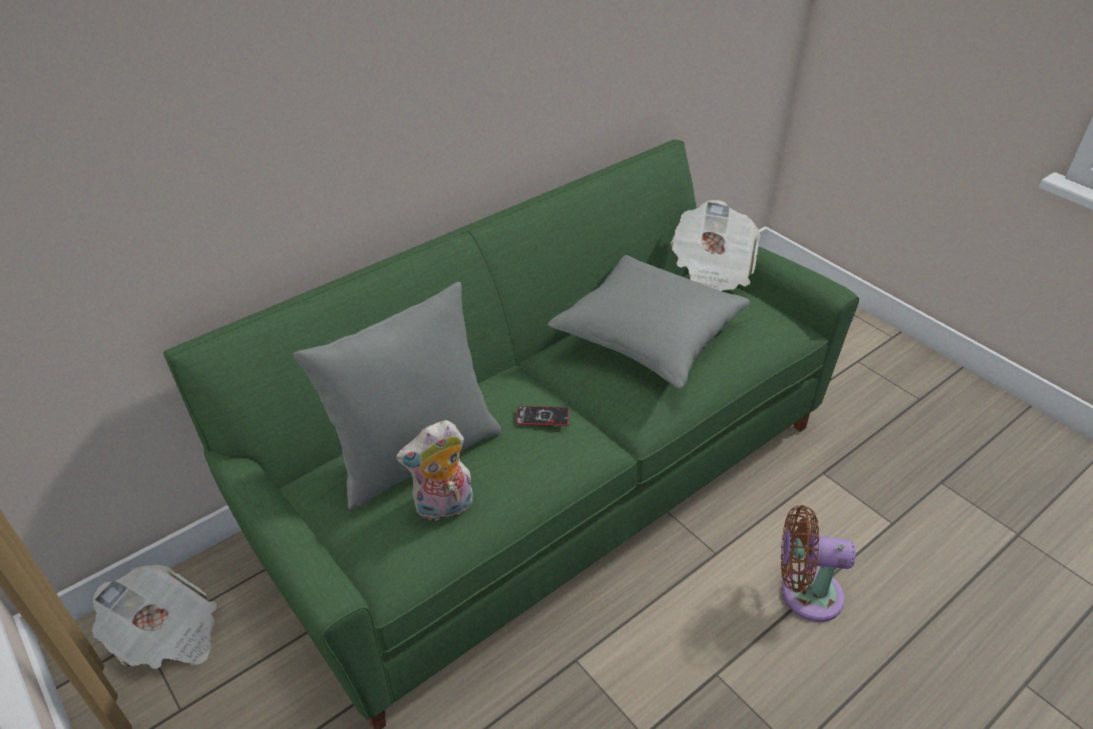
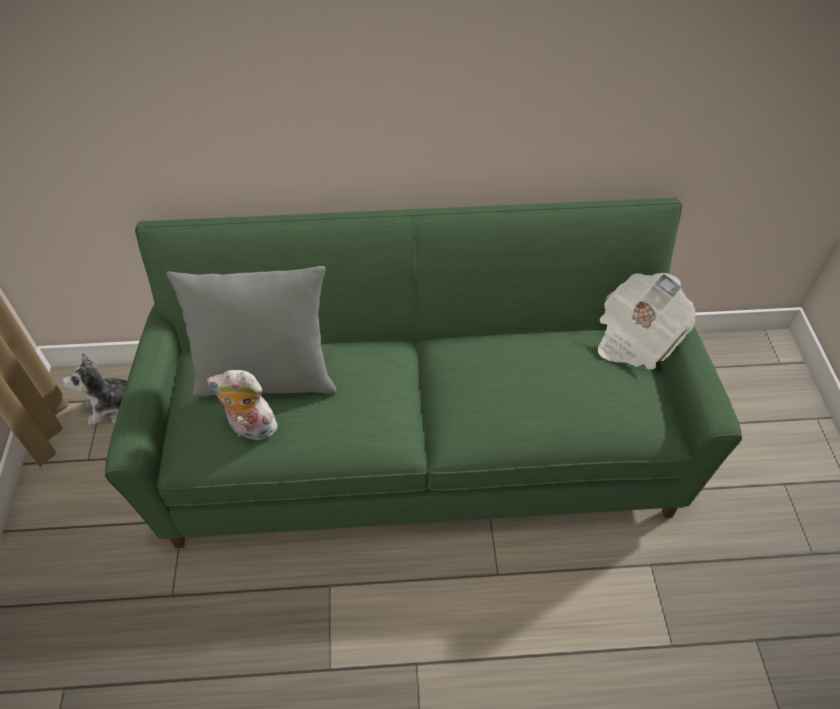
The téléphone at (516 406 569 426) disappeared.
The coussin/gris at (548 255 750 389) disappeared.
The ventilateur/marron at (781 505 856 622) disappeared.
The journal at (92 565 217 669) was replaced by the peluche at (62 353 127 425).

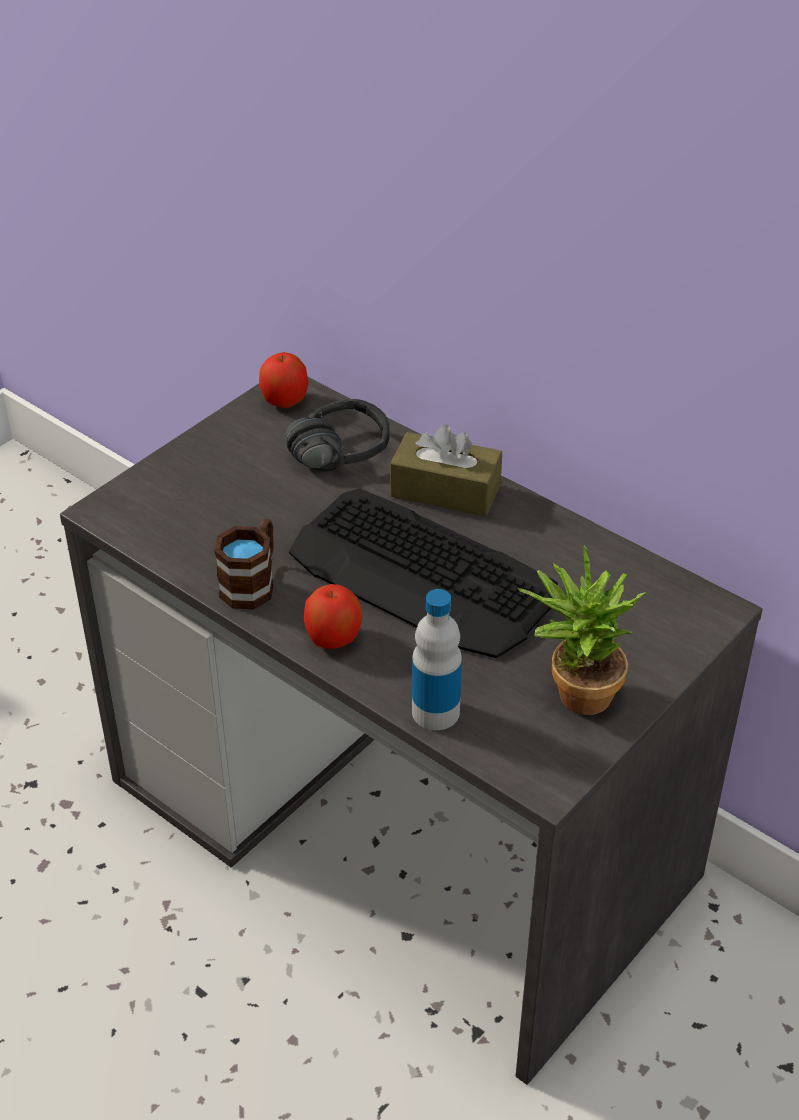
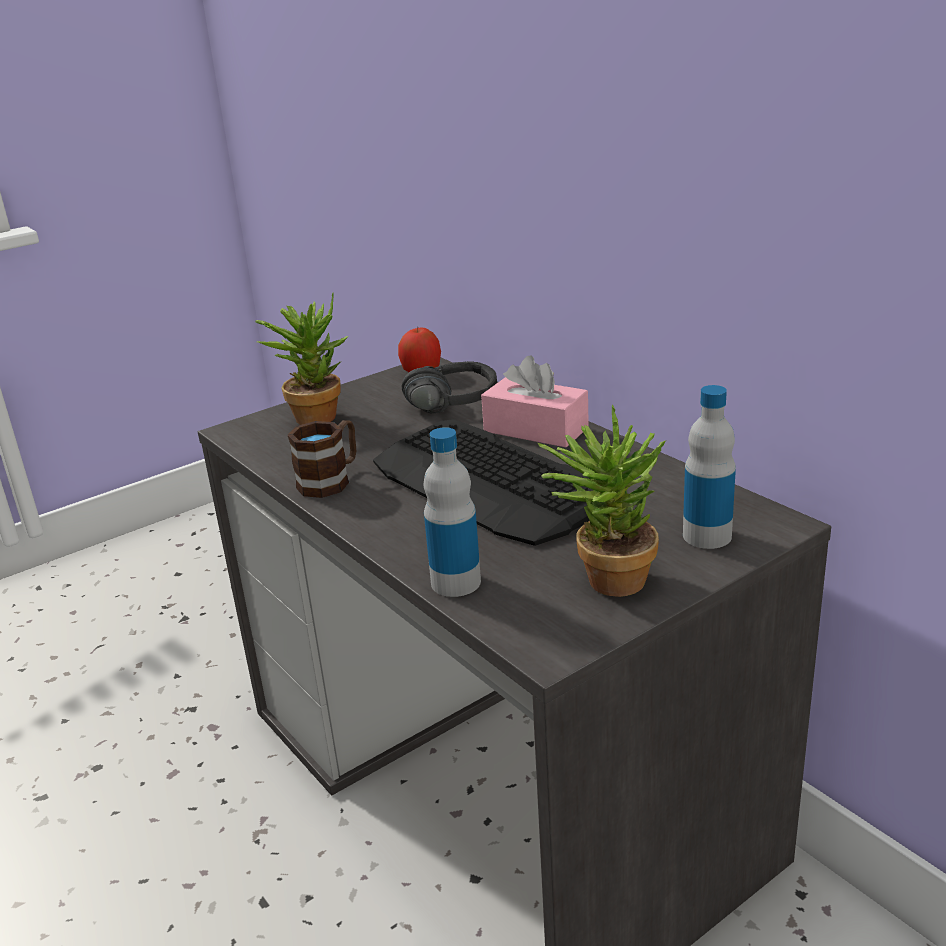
The pomme at (304 584 362 649) disappeared.
The plante en pot at (255 293 348 425) appeared.
The bouteille at (683 385 736 549) appeared.
The boîte à mouchoirs/marron at (390 424 502 516) became the boîte à mouchoirs/rose at (481 356 589 447).

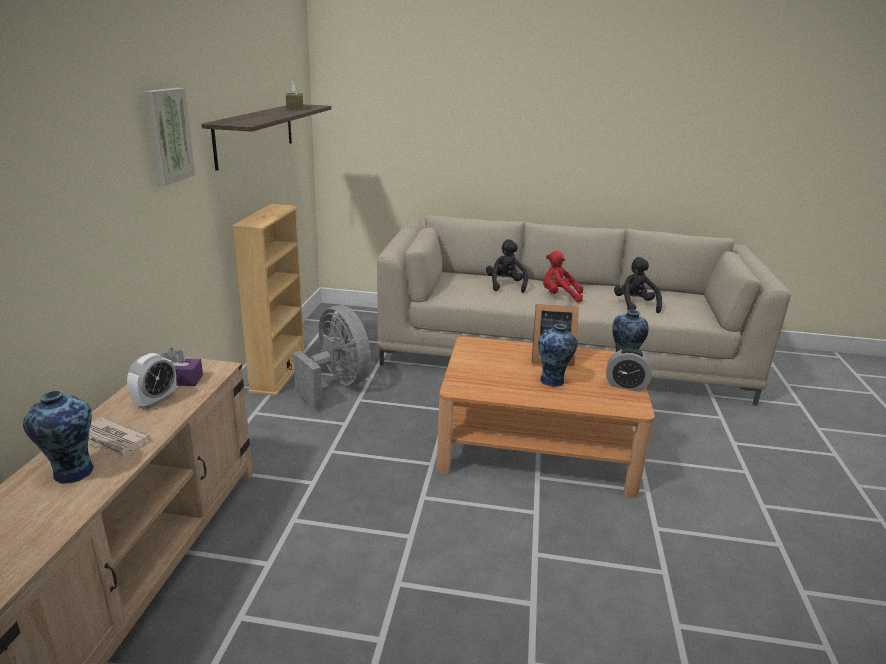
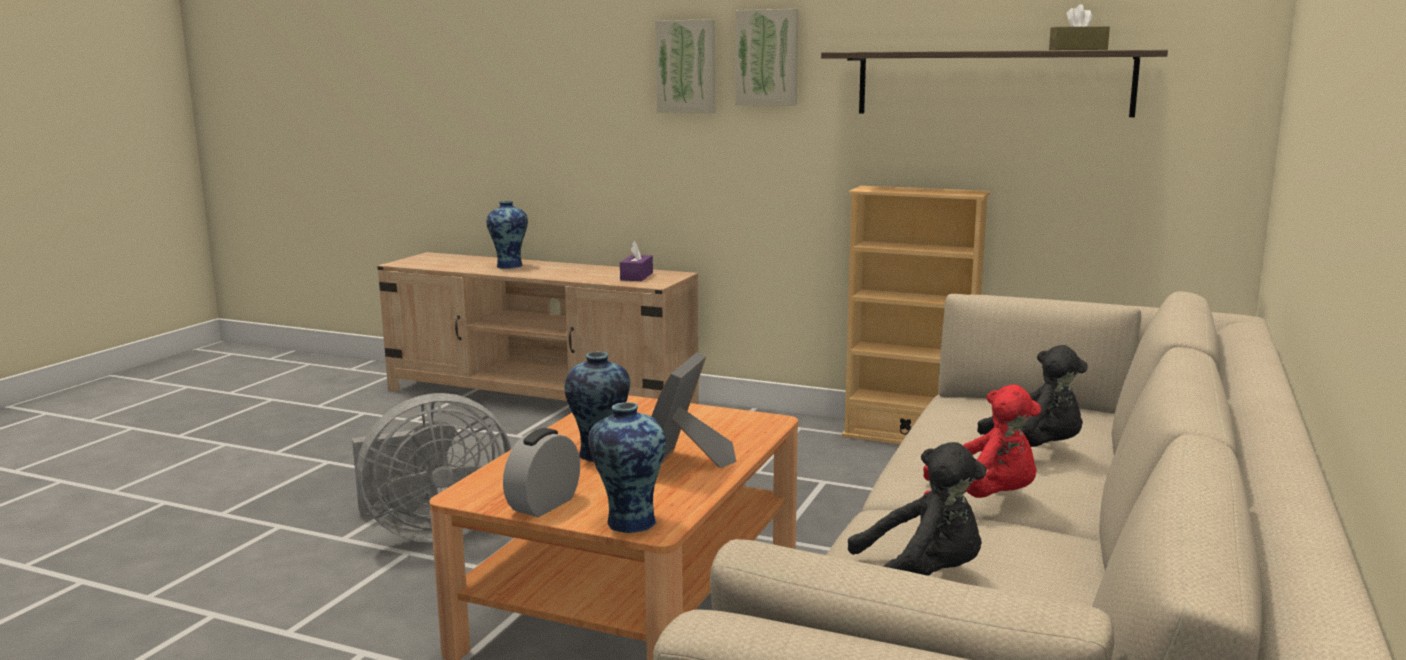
The journal at (88 417 150 458) disappeared.
The réveil at (127 353 176 409) disappeared.
The tableau at (655 19 715 113) appeared.
The ventilateur/gris moved from (293 305 371 410) to (352 393 511 543).
The peluche/rouge at (543 251 583 302) turned 75 degrees clockwise.

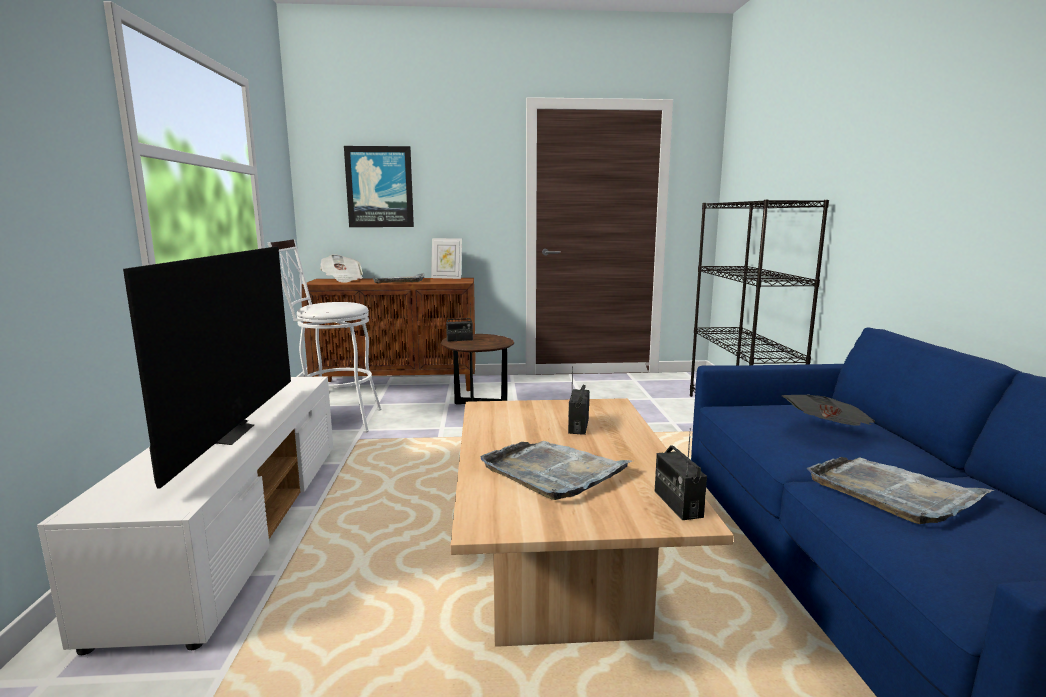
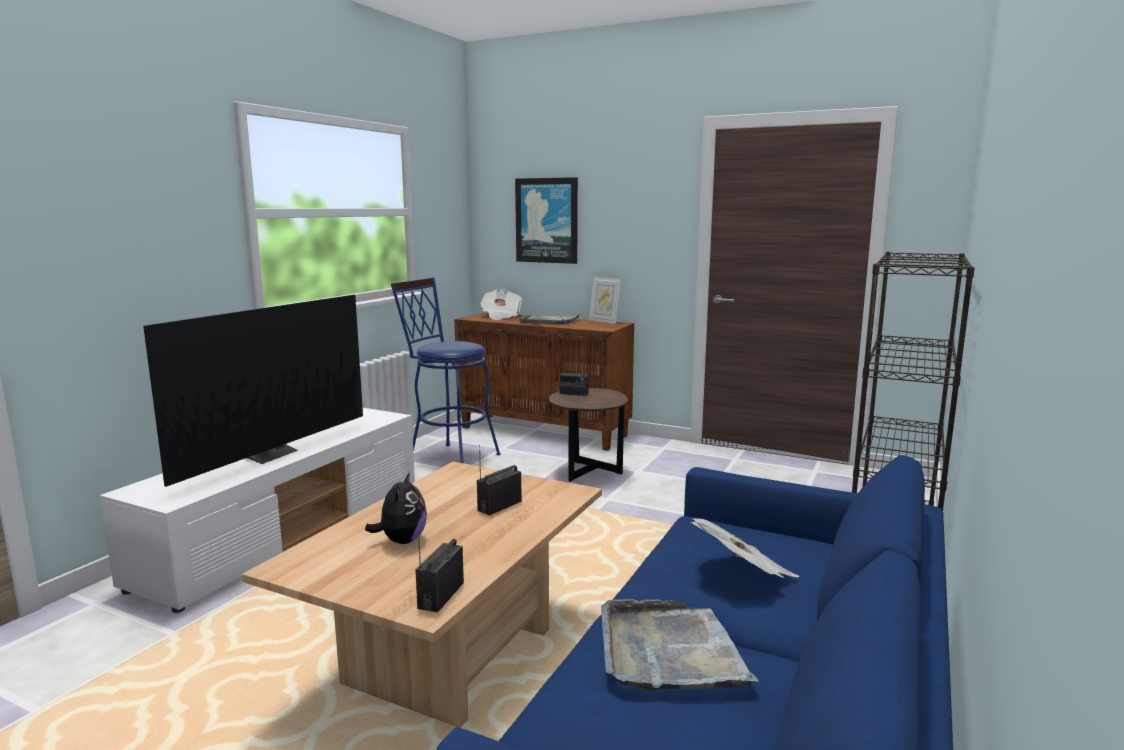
The plateau/gris at (480 441 633 500) was replaced by the peluche at (365 472 427 544).
The tabouret/blanc at (268 239 382 433) became the tabouret/bleu at (391 278 501 463).

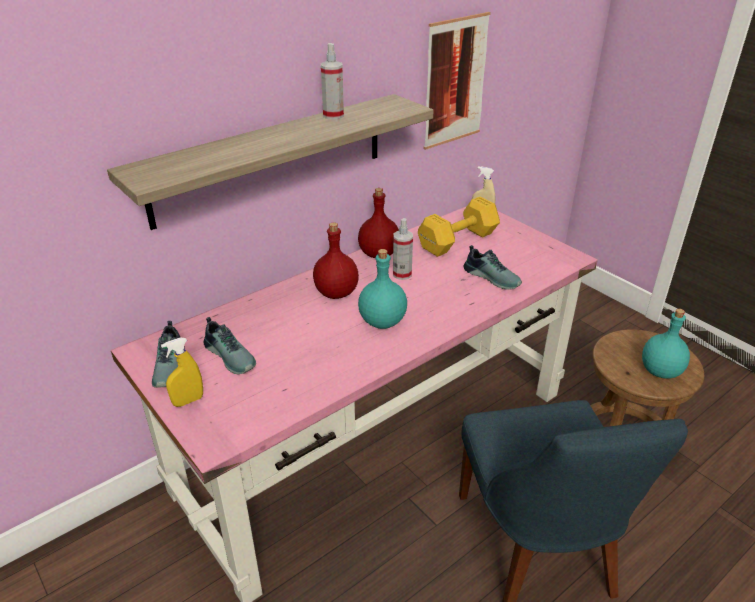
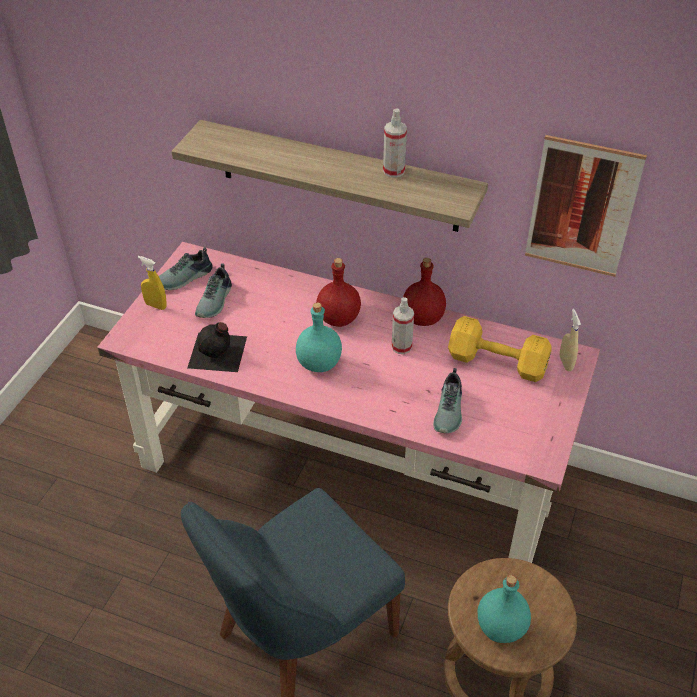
The bouteille/noir at (187 322 247 372) appeared.

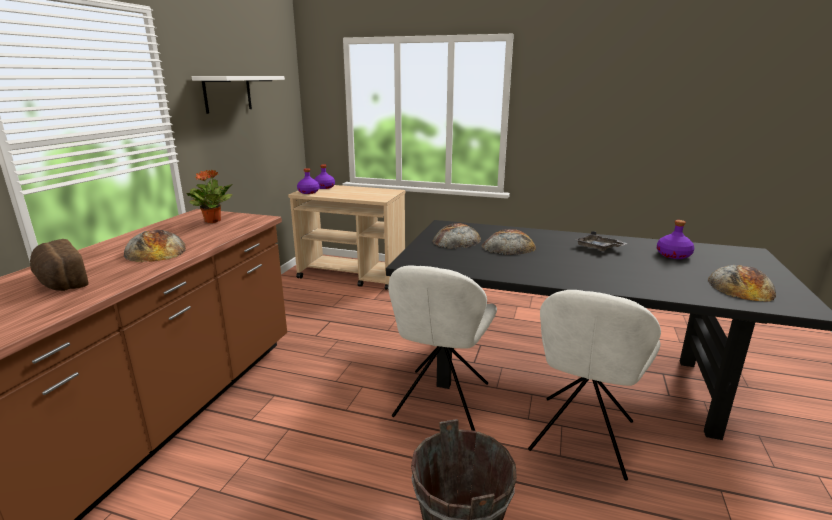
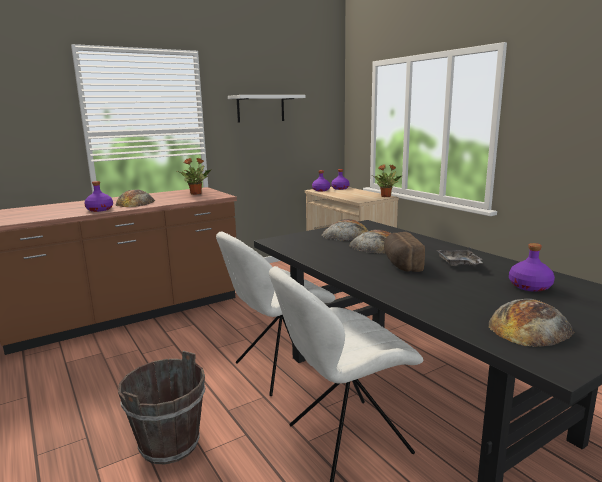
The bouteille/violet at (84 181 113 212) appeared.
The plante en pot at (373 164 402 197) appeared.
The pain moved from (30 239 88 291) to (384 232 425 272).

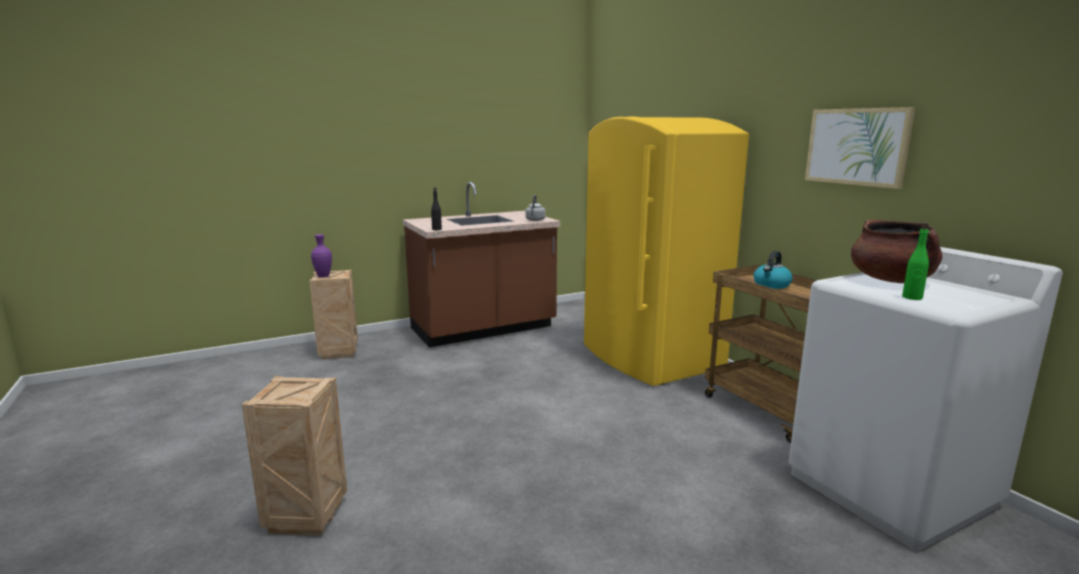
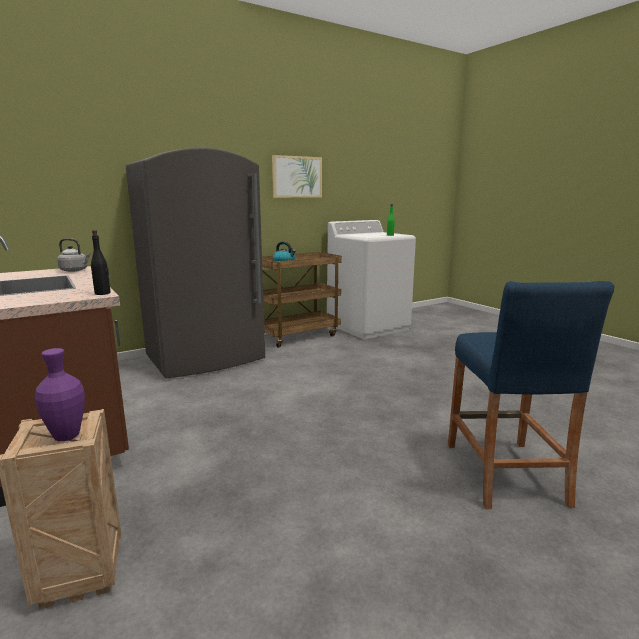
The marmite/marron at (851 219 942 283) disappeared.
The caisse at (242 376 347 536) was replaced by the tabouret/bleu at (448 281 614 509).
The réfrigérateur/jaune at (584 116 749 386) became the réfrigérateur/gris at (126 147 265 378).

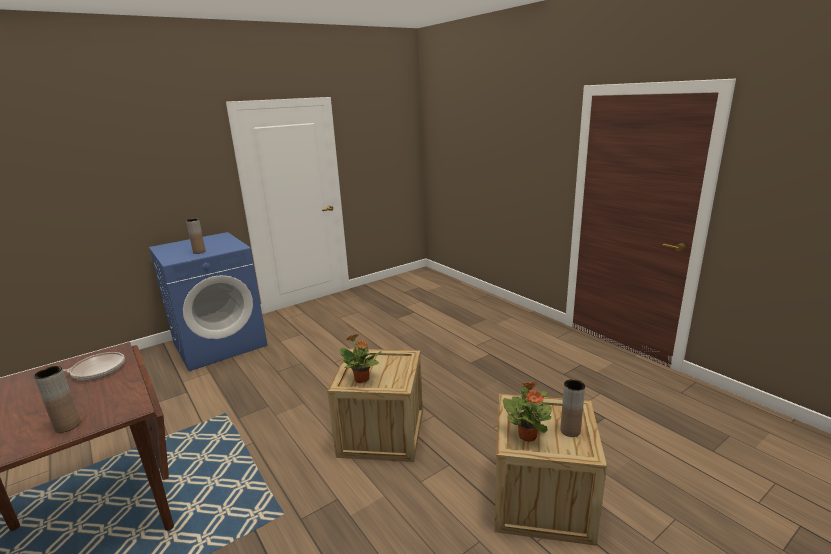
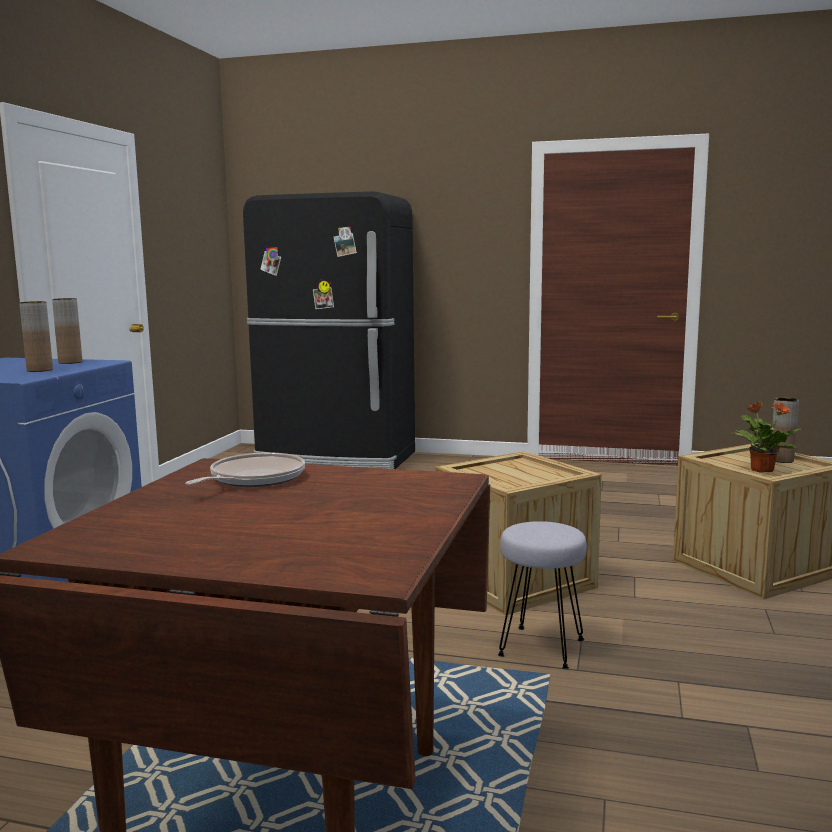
The plante en pot at (340 334 382 383) disappeared.
The réfrigérateur/noir at (243 191 415 469) appeared.
The tabouret/gris at (498 521 587 669) appeared.
The vase/marron moved from (34 366 81 433) to (52 298 82 364).

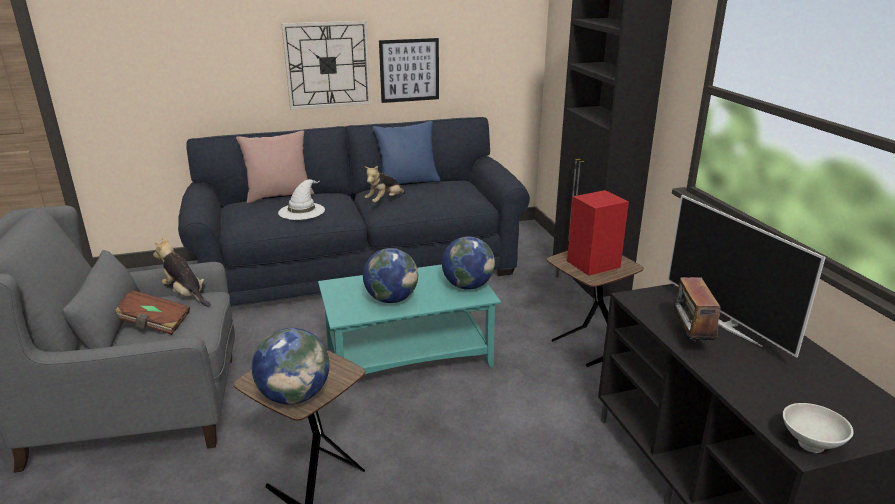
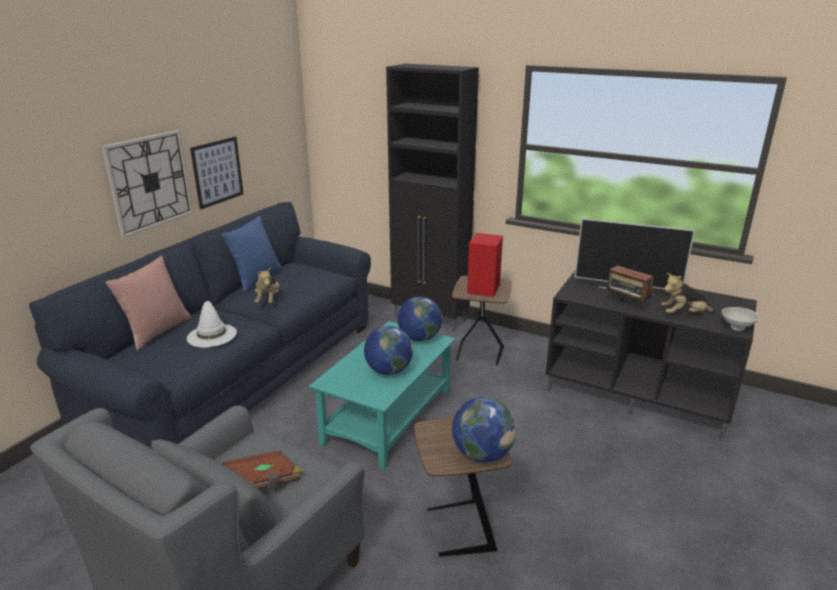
The peluche moved from (153 237 211 307) to (661 273 715 313).

